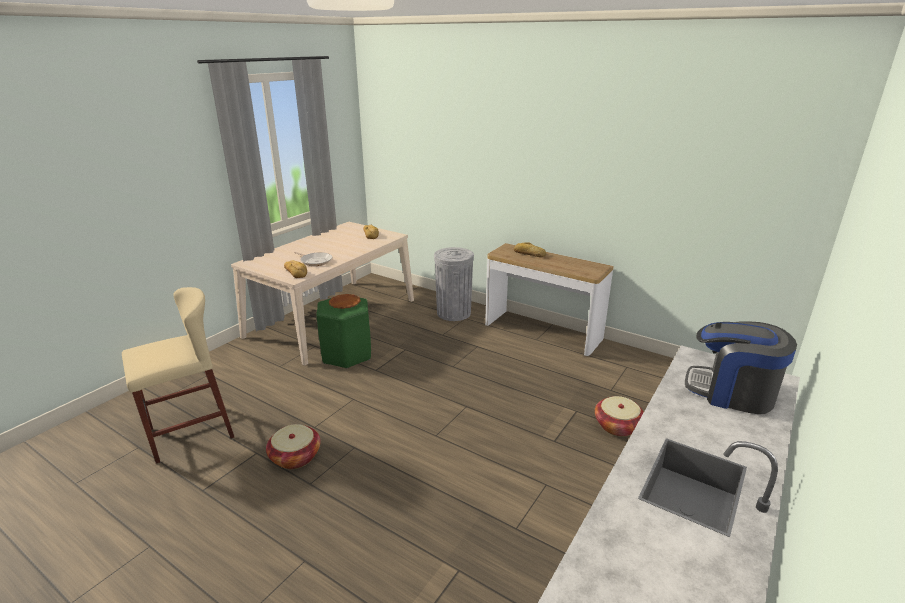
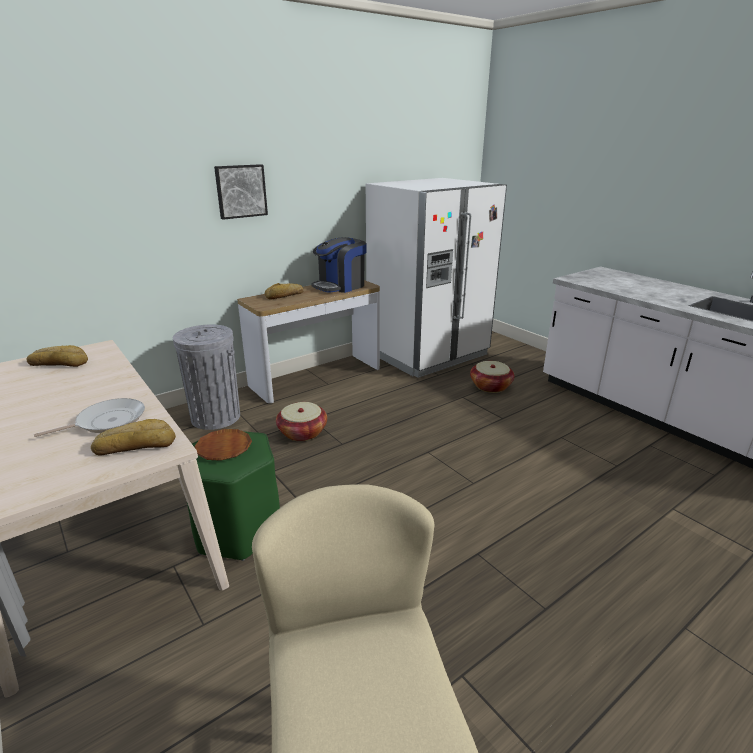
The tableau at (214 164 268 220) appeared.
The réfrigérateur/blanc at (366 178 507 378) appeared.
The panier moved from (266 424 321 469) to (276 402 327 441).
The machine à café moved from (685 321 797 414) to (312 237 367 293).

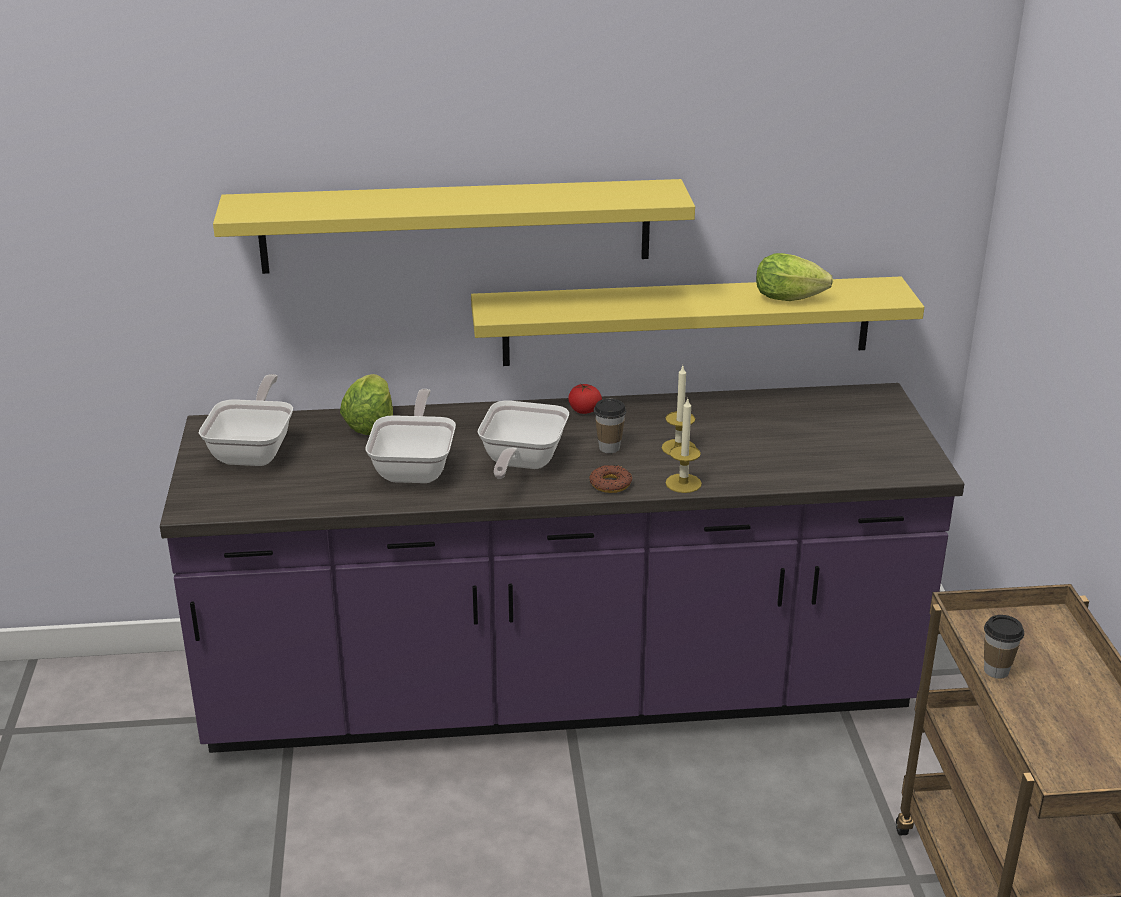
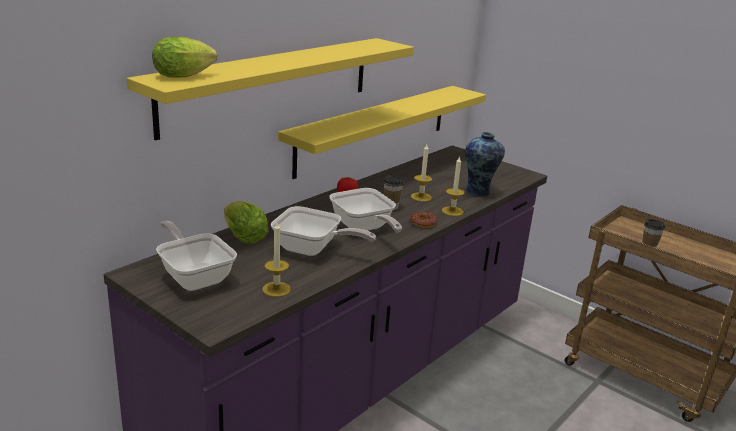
The bougie at (262 222 291 297) appeared.
The vase at (465 132 505 197) appeared.
The laitue moved from (756 253 833 301) to (152 37 217 77).
The poêle at (366 389 456 483) turned 150 degrees clockwise.

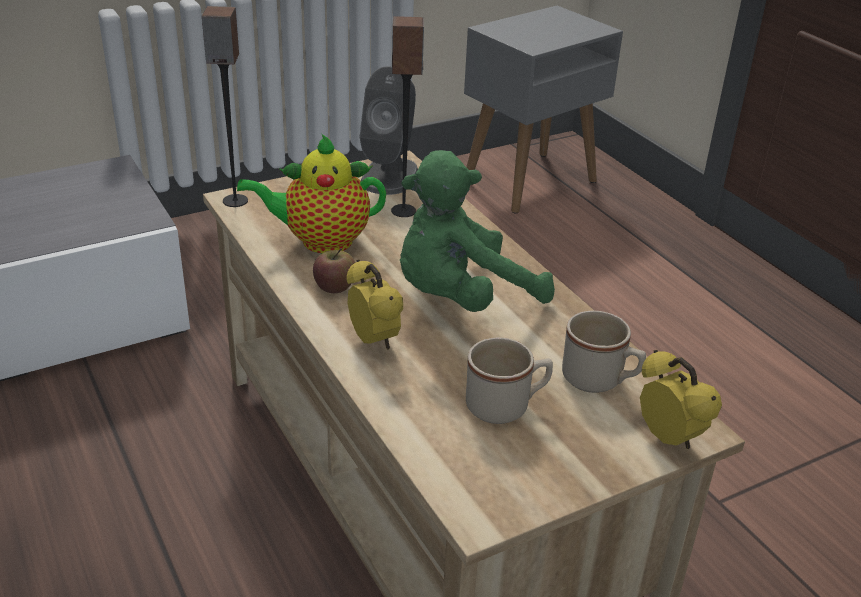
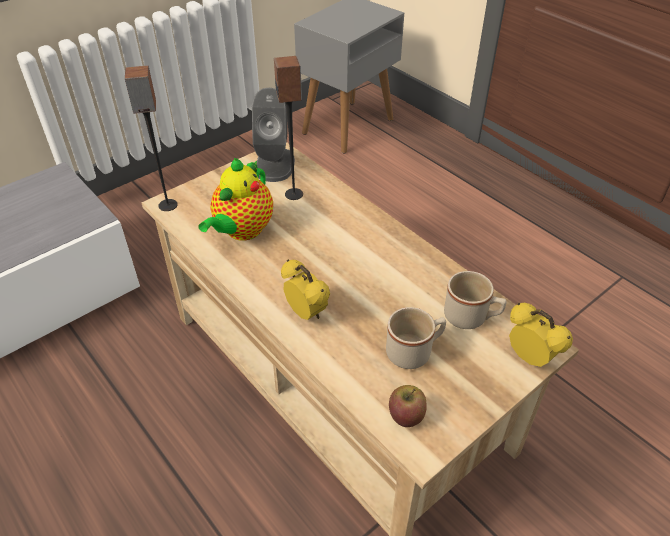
The peluche/vert at (400 150 555 312) disappeared.
The pomme moved from (313 248 355 293) to (389 385 426 427).
The théière at (237 134 386 254) turned 45 degrees counterclockwise.

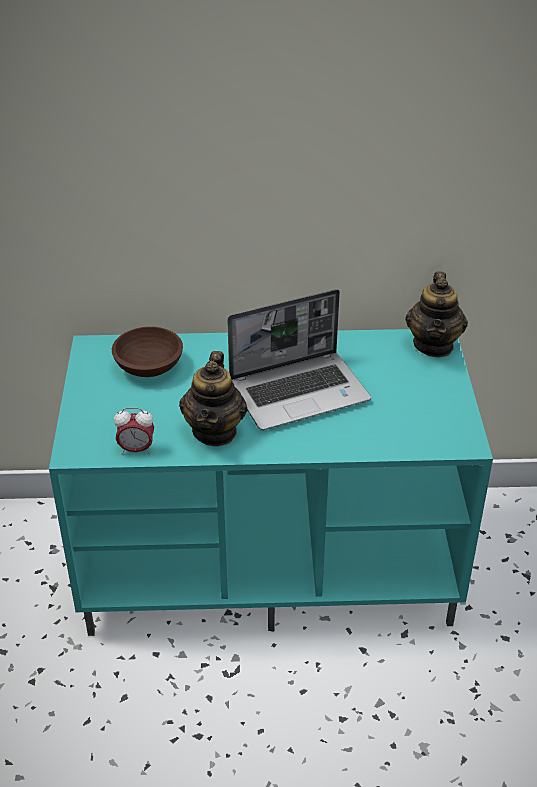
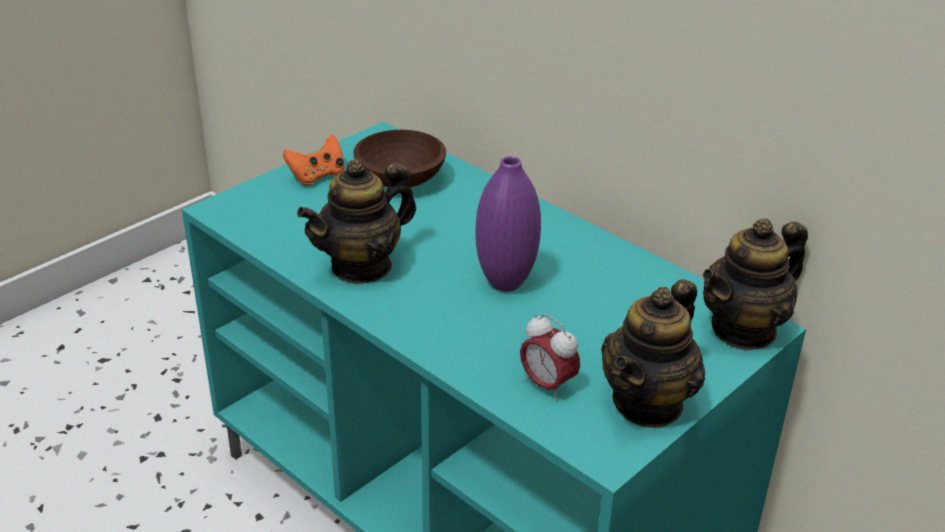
The manette/orange at (283 135 345 185) appeared.
The théière at (601 279 705 428) appeared.
The réveil moved from (114 408 154 454) to (520 314 580 400).
The ordinateur portable at (227 289 371 430) was replaced by the vase/violet at (475 156 541 292).

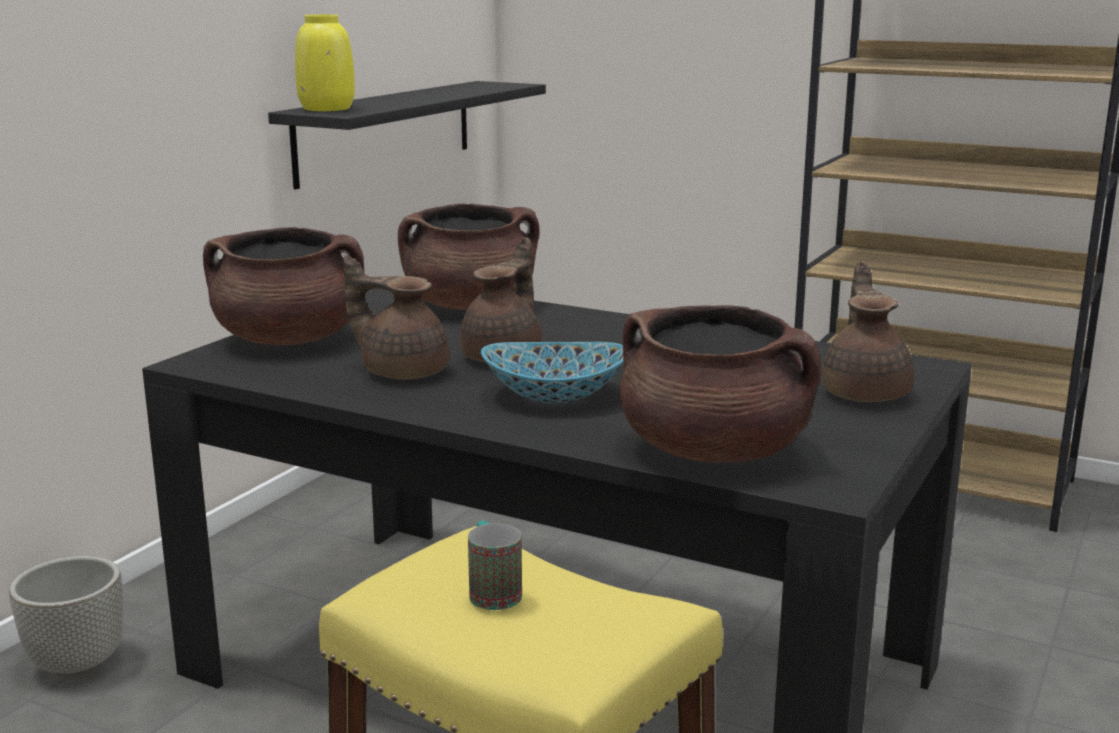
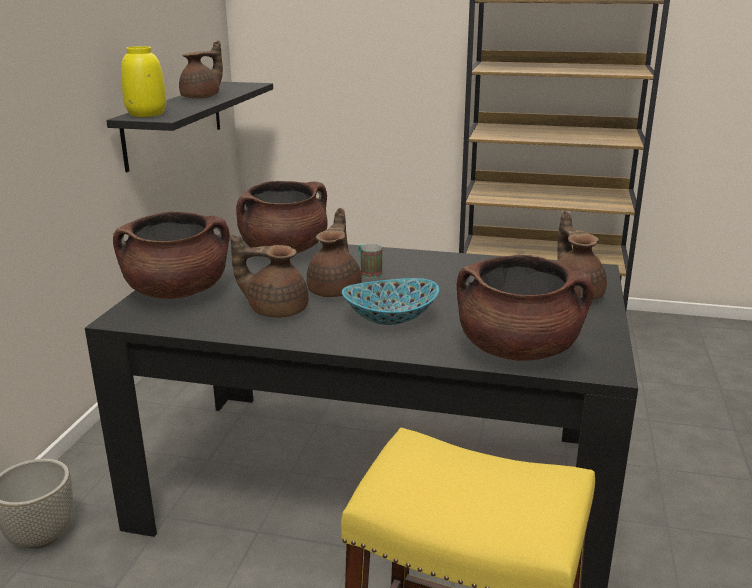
The théière/marron at (179 41 223 99) appeared.
The mug moved from (468 521 522 610) to (359 244 382 278).

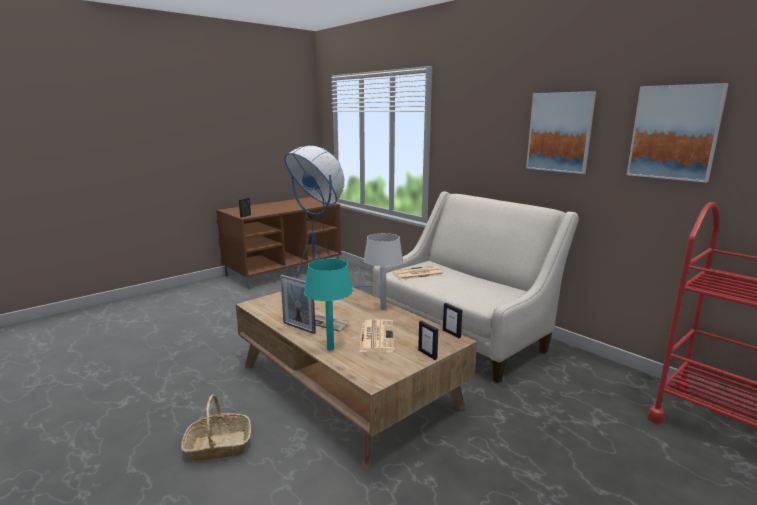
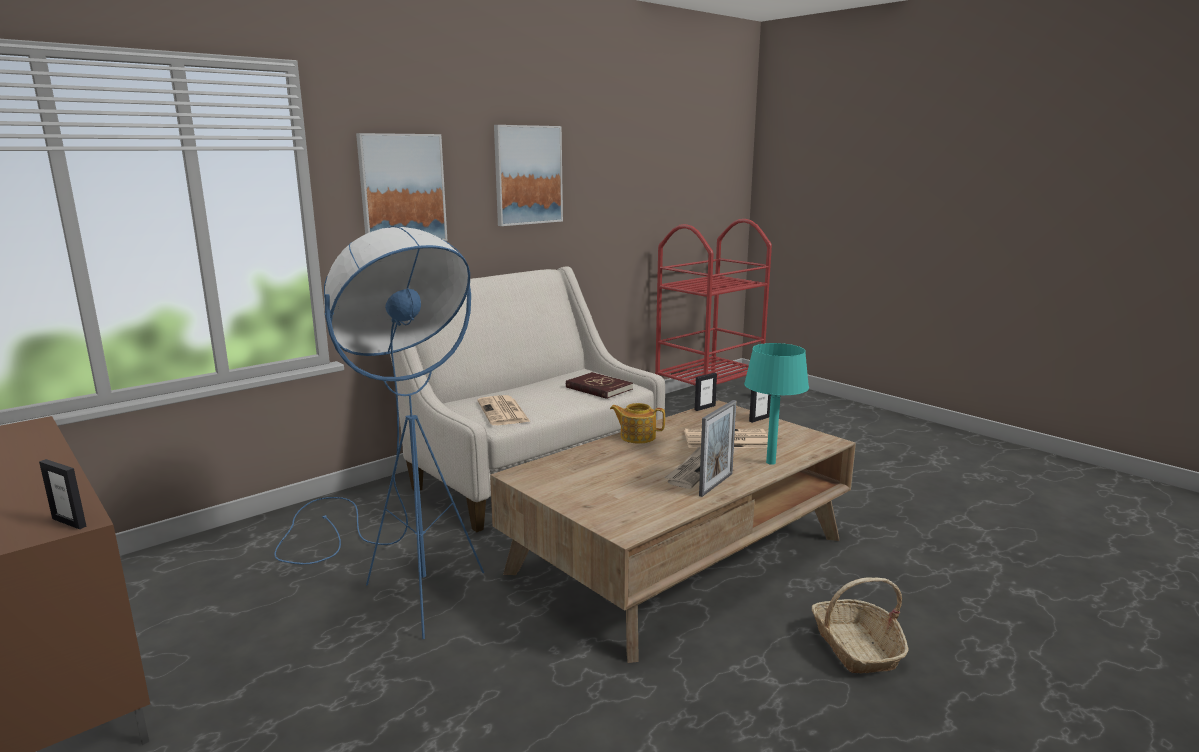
The livre/rouge at (566 372 633 399) appeared.
The tableau moved from (627 83 729 183) to (356 133 448 241).
The lampe de table/gris at (363 233 403 310) was replaced by the théière at (610 403 665 444).

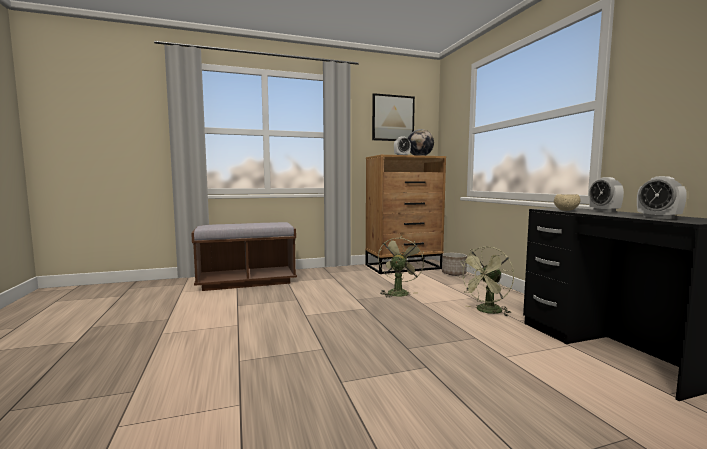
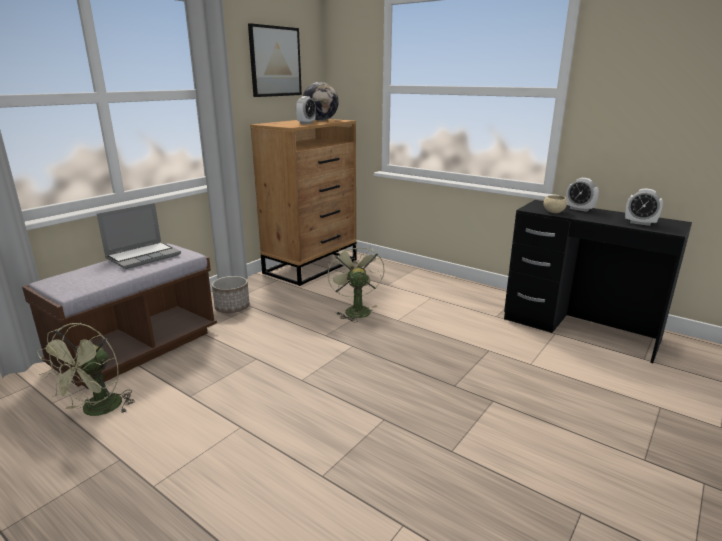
The ordinateur portable at (97 203 181 269) appeared.
The cache-pot moved from (442 253 467 276) to (212 276 250 313).
The ventilateur/vert moved from (458 246 514 316) to (37 323 134 416).

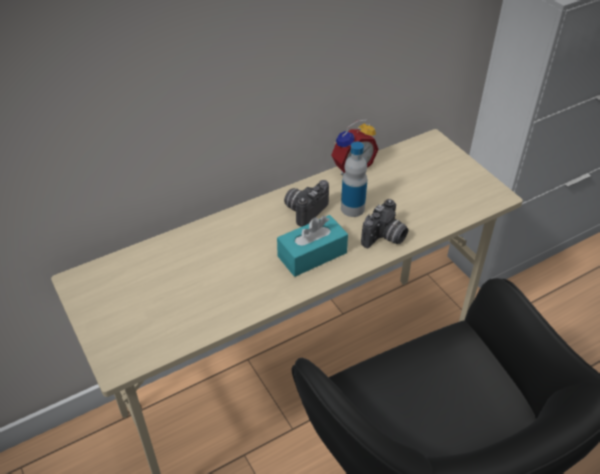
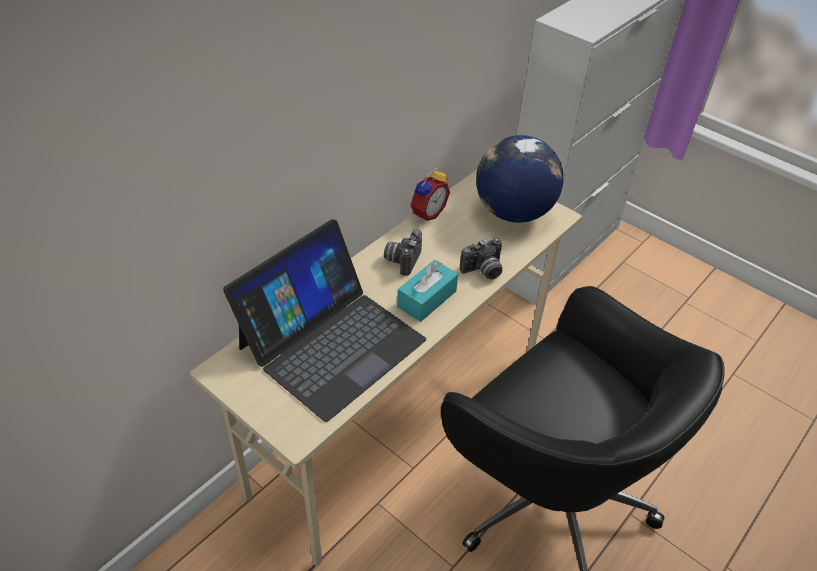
The bouteille at (341 142 367 217) disappeared.
The ordinateur portable at (223 219 426 422) appeared.
The globe at (476 135 564 223) appeared.
The appareil photo at (361 199 408 248) turned 45 degrees clockwise.

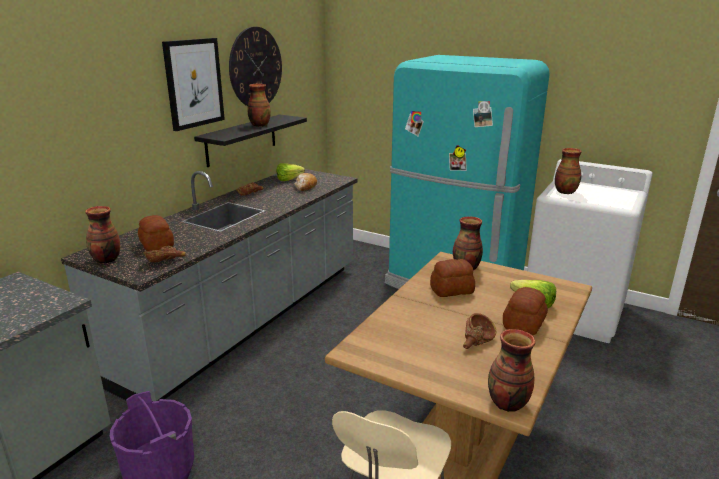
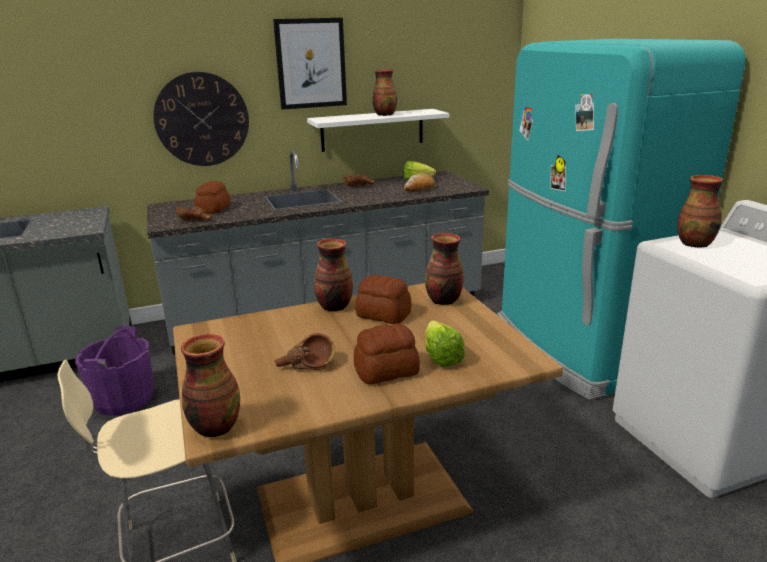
The vase moved from (85 206 120 264) to (314 238 353 311).
The horloge murale moved from (229 27 282 106) to (153 72 249 166).
The étagère/noir at (194 114 307 167) became the étagère/blanc at (307 109 450 152).

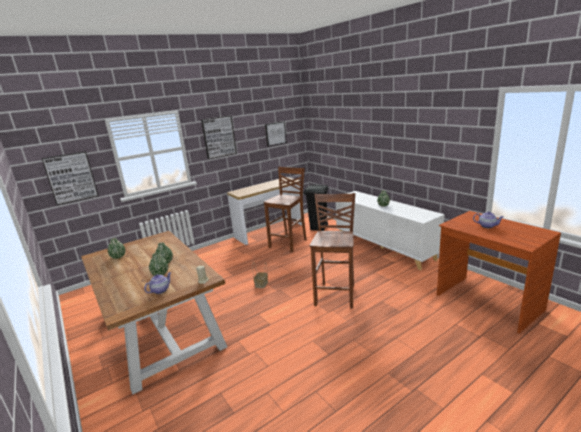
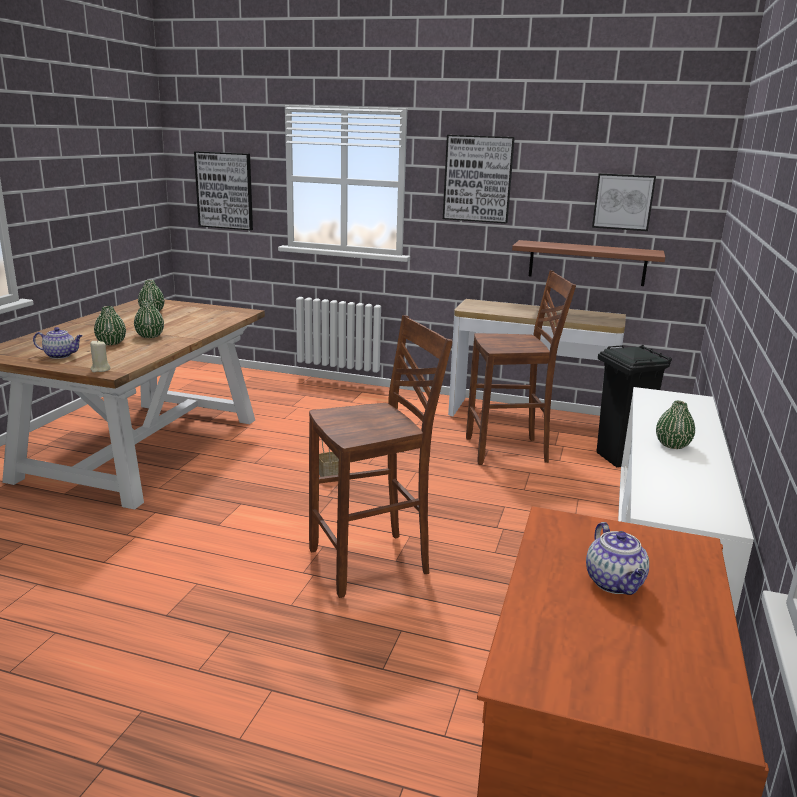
The étagère at (512 240 665 286) appeared.

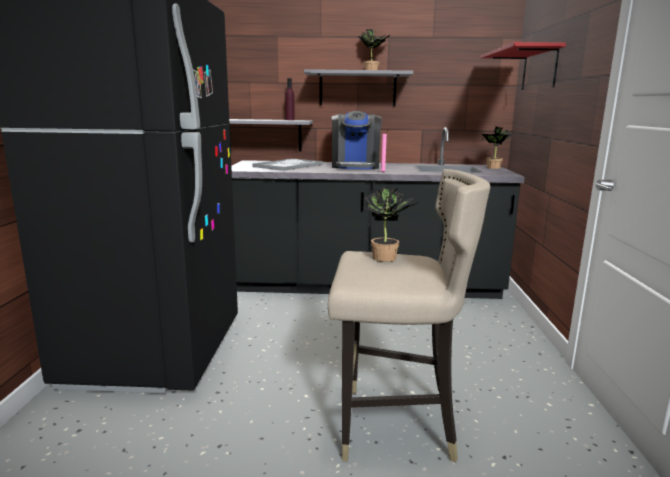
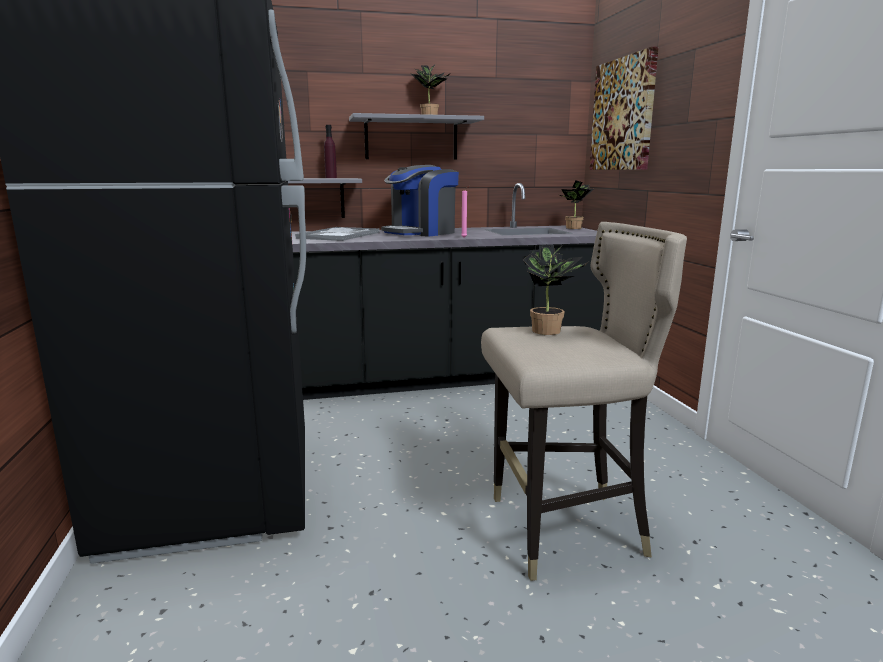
The étagère/rouge at (481 42 566 90) was replaced by the tableau at (589 46 659 170).
The machine à café at (331 111 382 169) turned 60 degrees clockwise.

